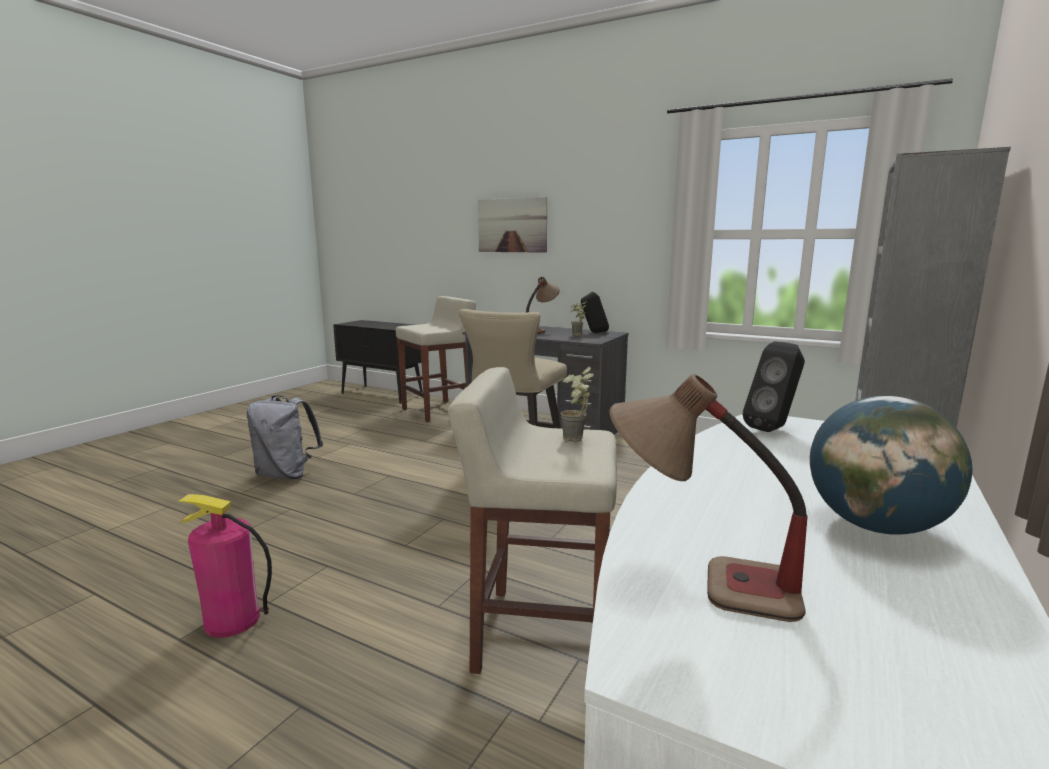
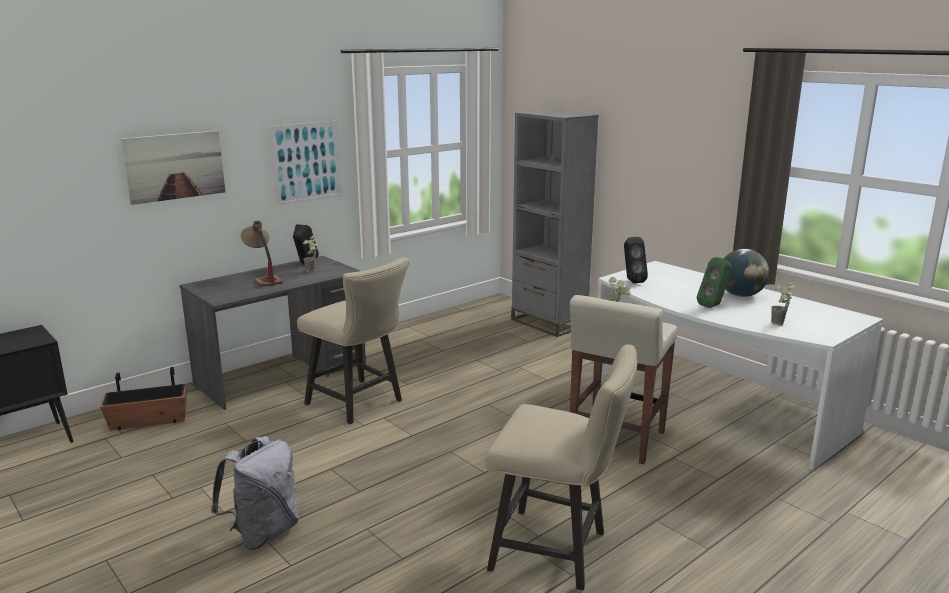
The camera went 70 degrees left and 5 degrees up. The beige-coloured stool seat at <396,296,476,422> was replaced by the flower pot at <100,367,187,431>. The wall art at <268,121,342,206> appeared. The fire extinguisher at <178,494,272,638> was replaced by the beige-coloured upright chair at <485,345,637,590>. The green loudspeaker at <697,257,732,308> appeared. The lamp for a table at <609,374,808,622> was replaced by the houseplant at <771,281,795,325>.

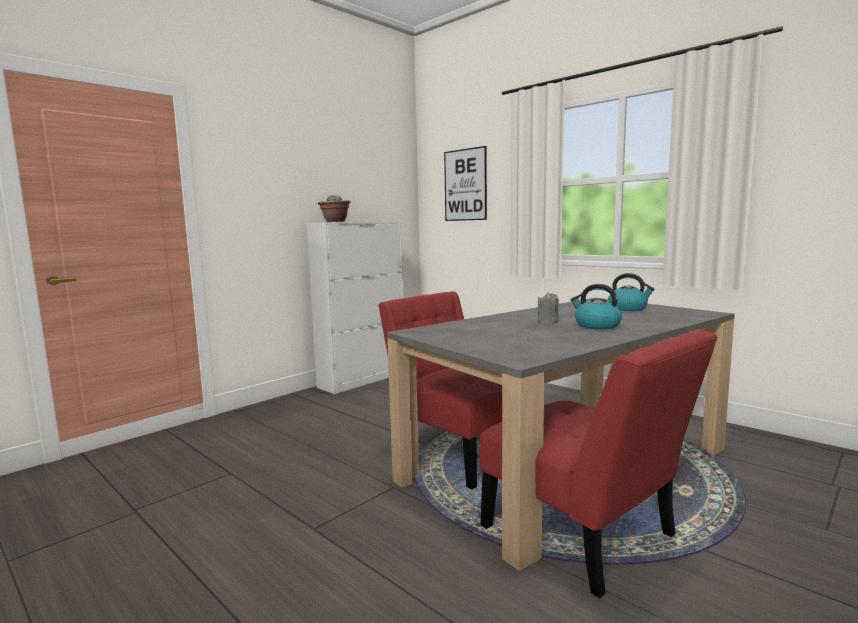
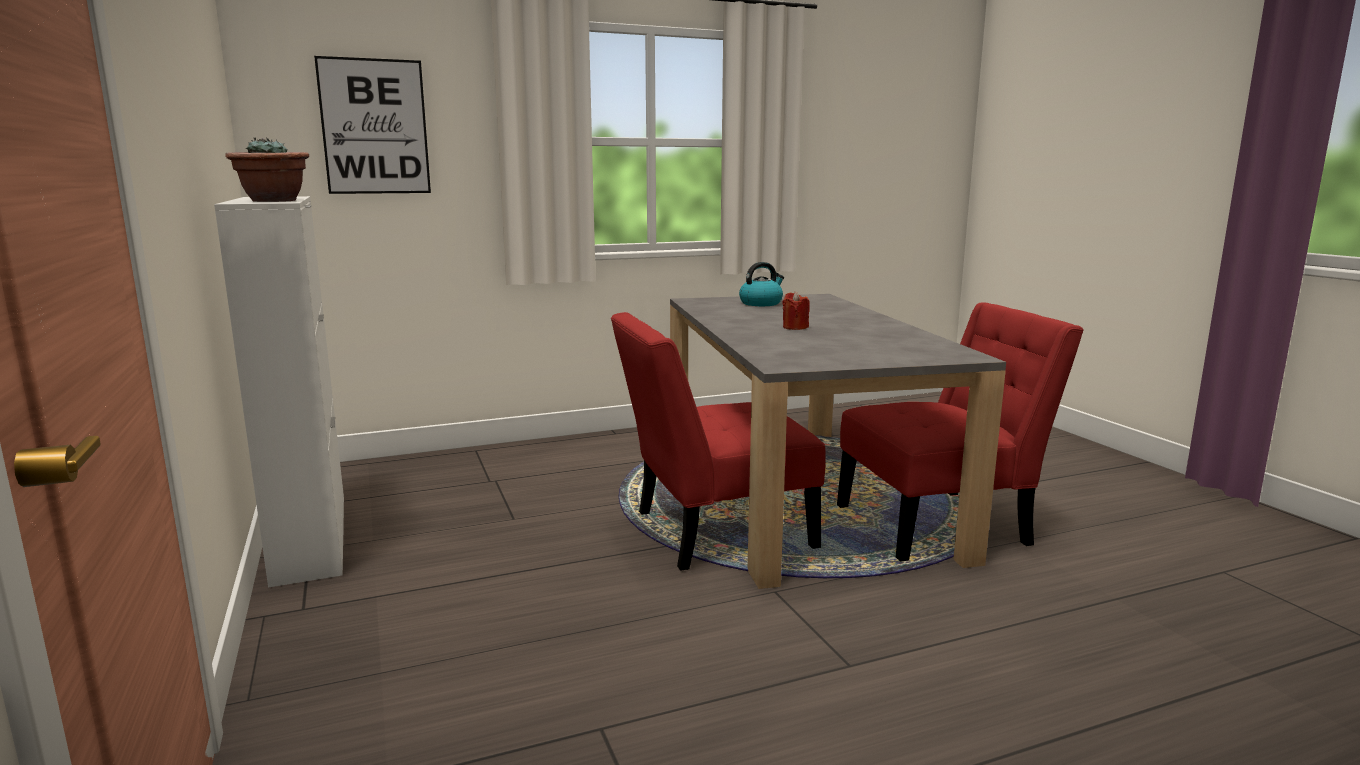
The camera went 65 degrees left and 5 degrees up. The grey wax light at <538,292,559,324> became the reddish wax light at <782,291,810,330>. The water kettle at <571,284,622,329> disappeared.

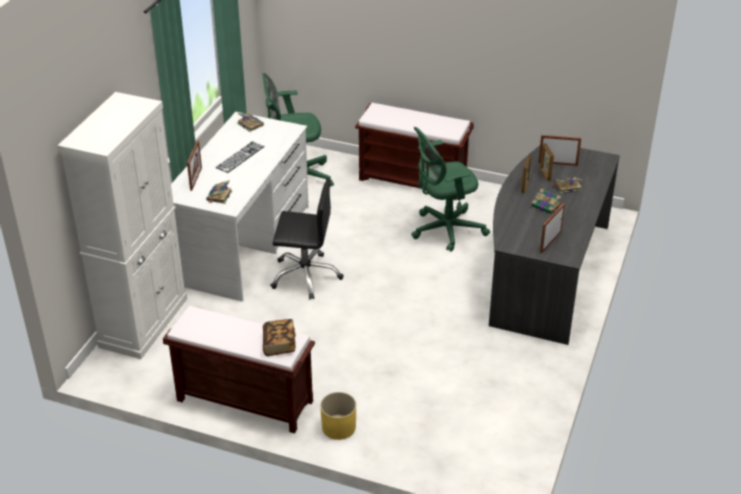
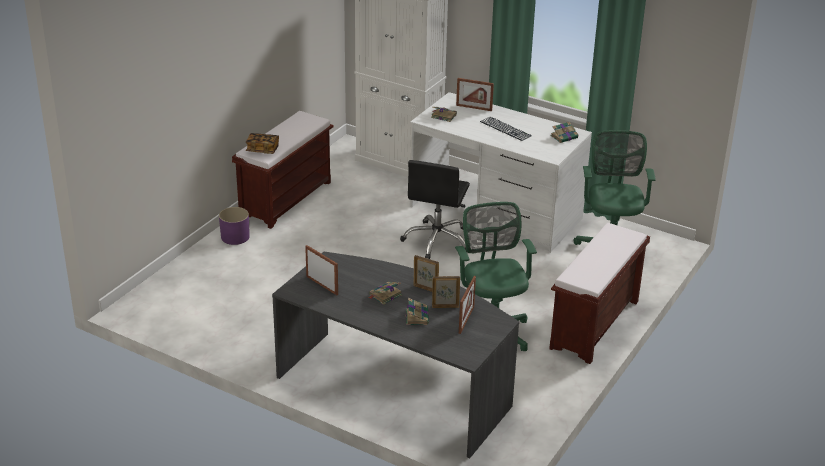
The camera went 100 degrees right and 5 degrees down. The yellow-coloured flower pot at <320,392,356,440> became the purple-coloured flower pot at <219,207,250,245>.

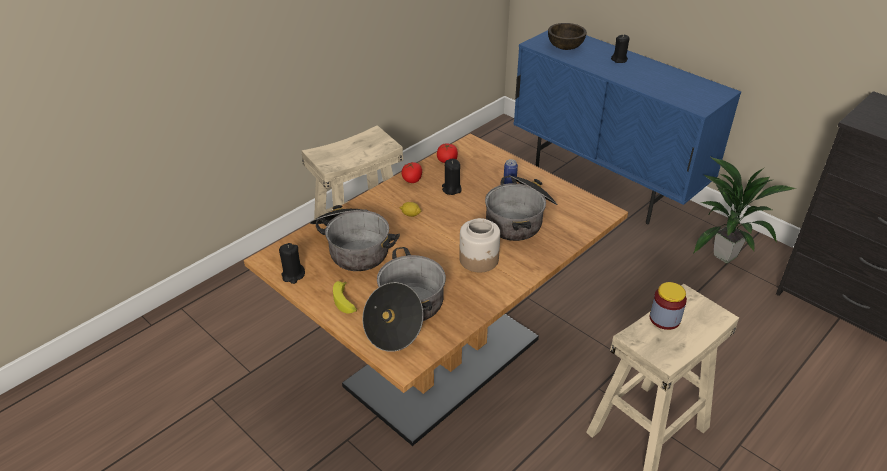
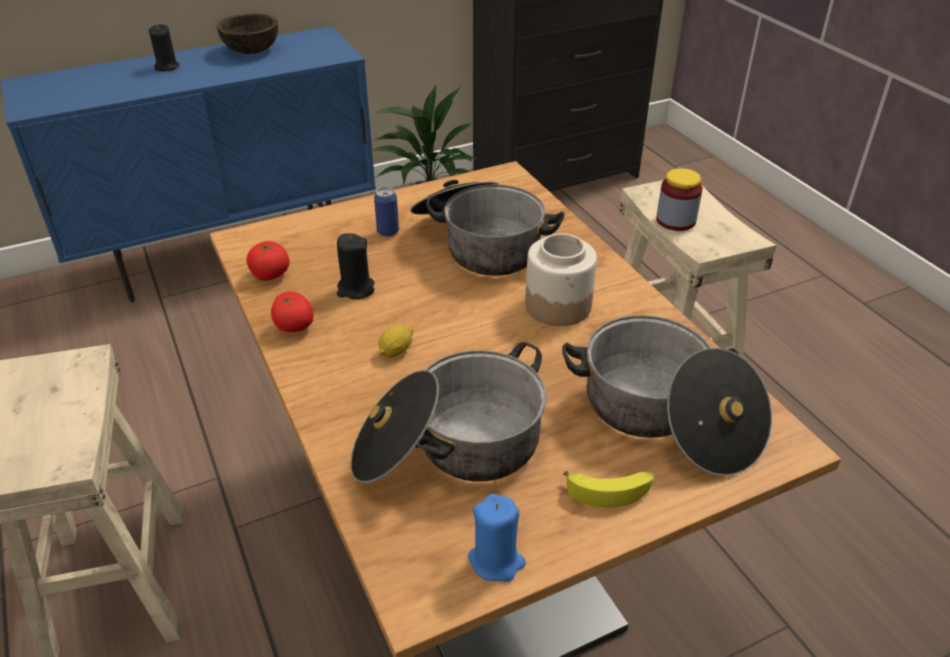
The camera went 70 degrees left and 0 degrees up. The brown-coloured deep dish moved from <548,23,587,50> to <216,13,278,54>. The blackish wax light at <279,243,305,284> became the blue-coloured wax light at <468,494,526,582>.

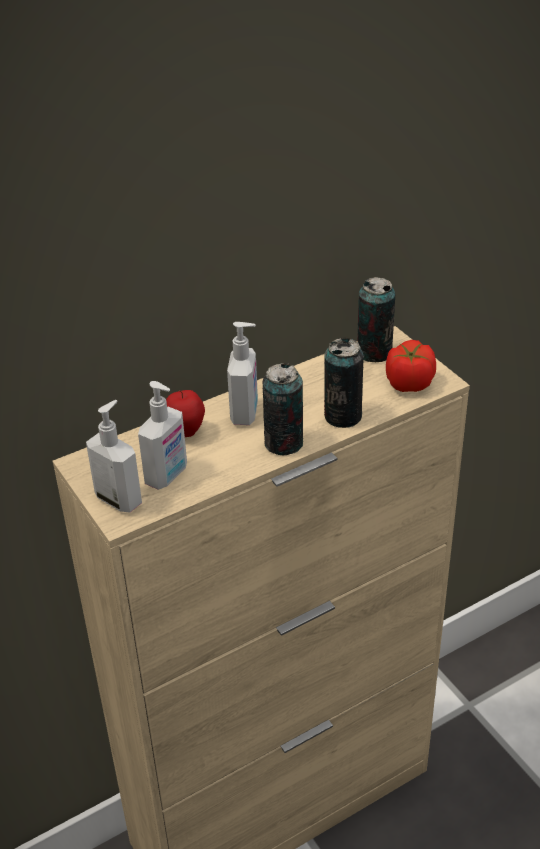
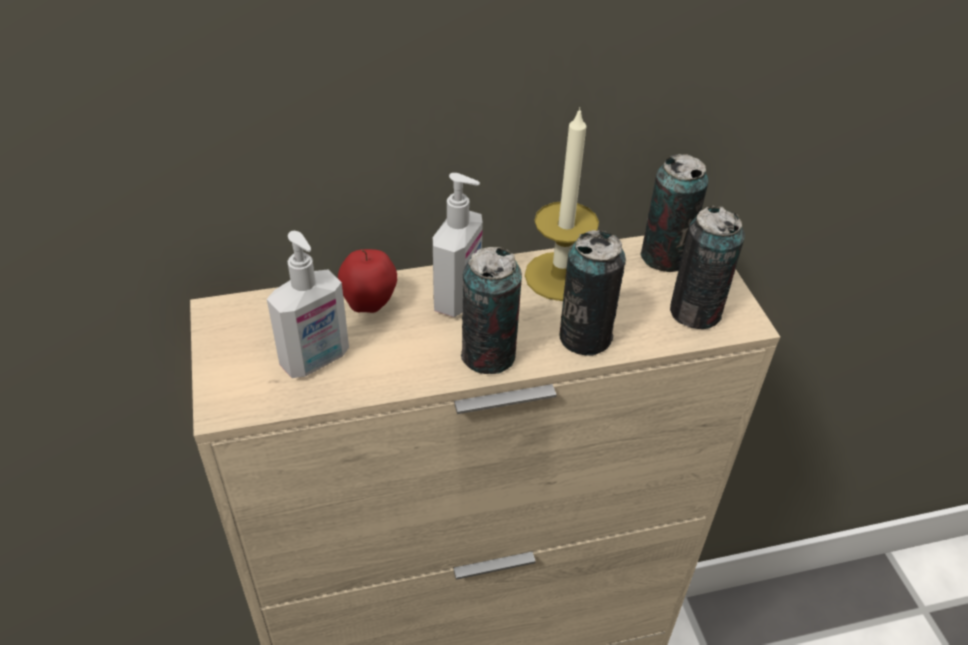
The camera went 15 degrees right and 5 degrees up. The wax light at <525,107,599,301> appeared. The whole tomato at <386,340,436,392> was replaced by the sealed can at <670,206,745,329>. The soap dispenser at <86,400,142,512> disappeared.

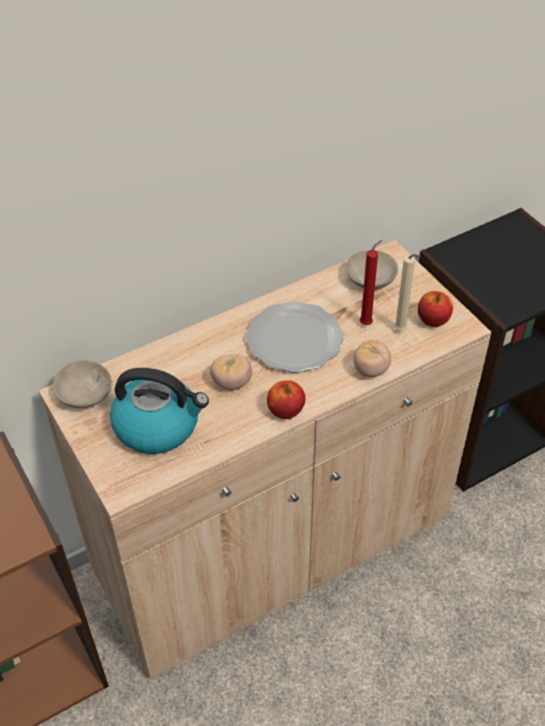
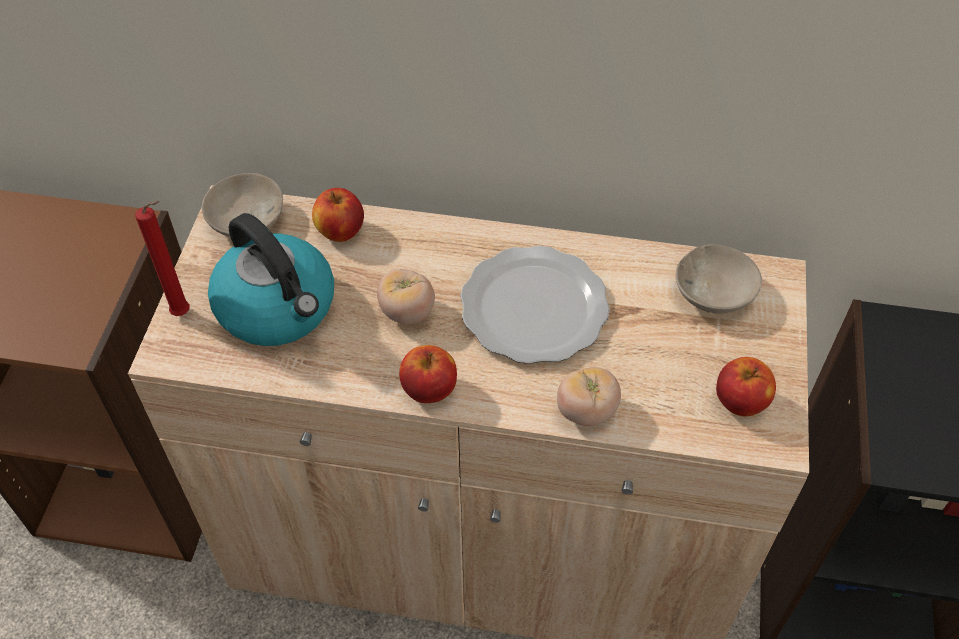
The camera went 40 degrees right and 5 degrees up. The reddish wax light moved from <360,240,382,325> to <135,201,190,316>. The apple fruit at <312,188,364,242> appeared. The beige-coloured wax light at <394,254,420,331> disappeared.

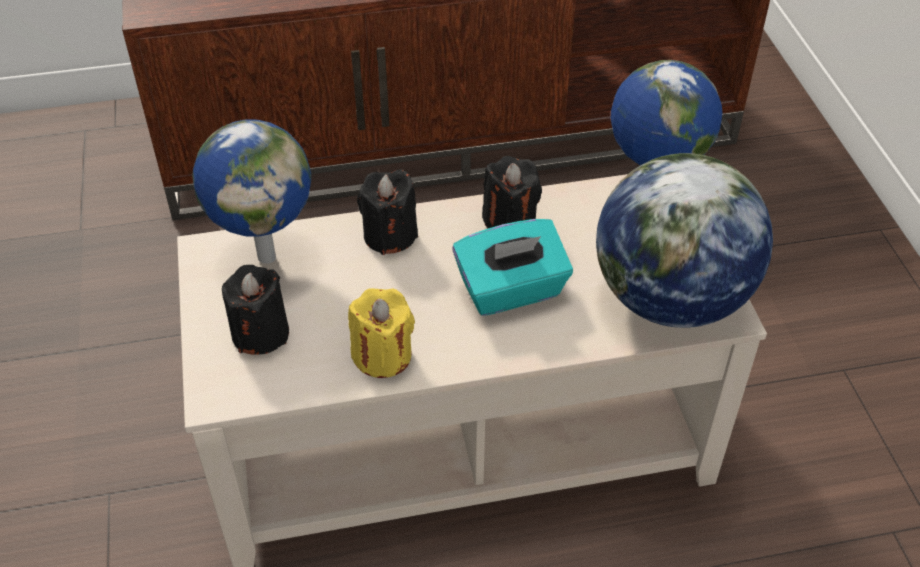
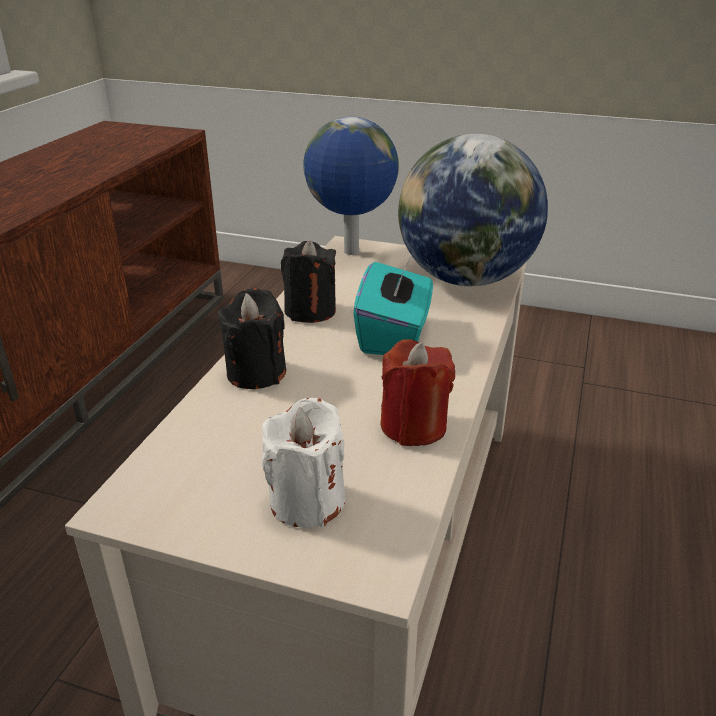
The camera went 60 degrees left and 15 degrees down. The blackish wax light at <222,265,289,355> became the whitish wax light at <262,398,345,528>. The yellow-coloured wax light at <348,288,415,378> became the reddish wax light at <381,339,455,446>. The desk globe at <192,119,311,264> disappeared.

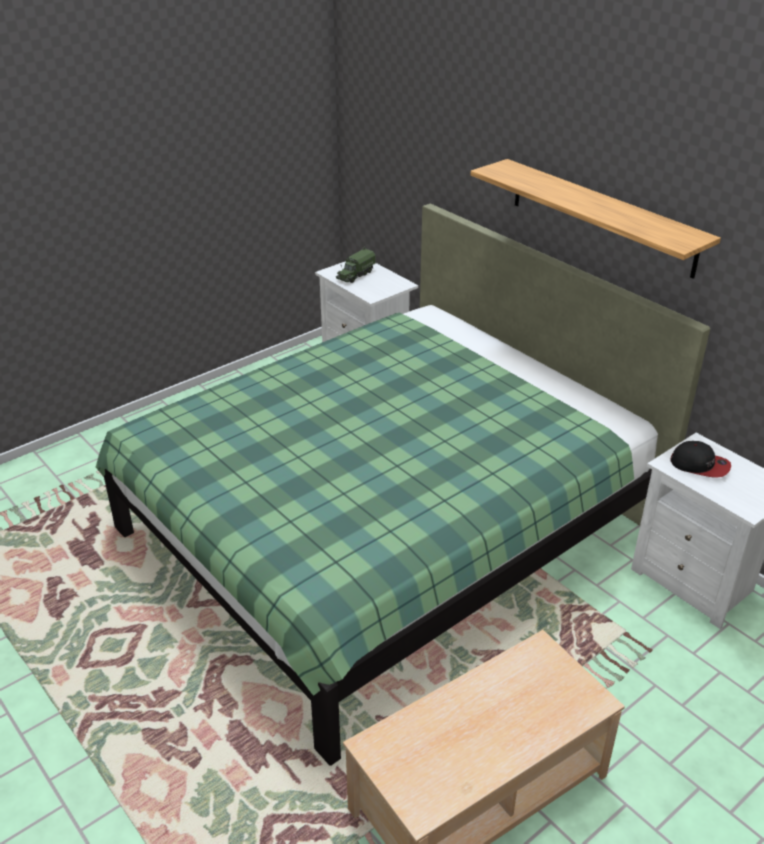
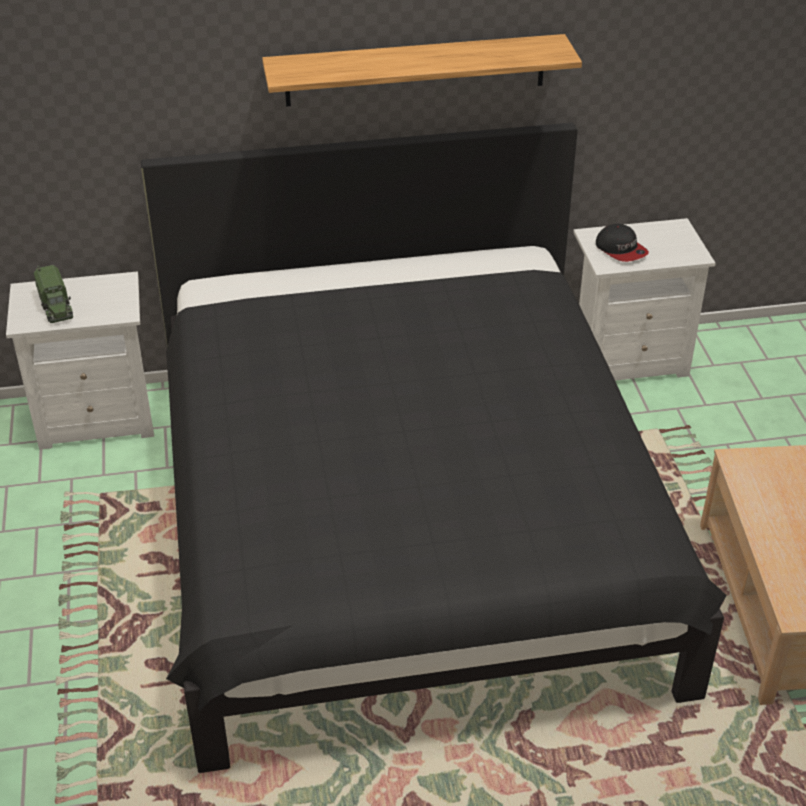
The camera went 60 degrees left and 5 degrees up. The green bed at <96,203,710,766> became the blackish bed at <141,123,727,773>. The cap at <670,441,731,478> turned 90 degrees clockwise.

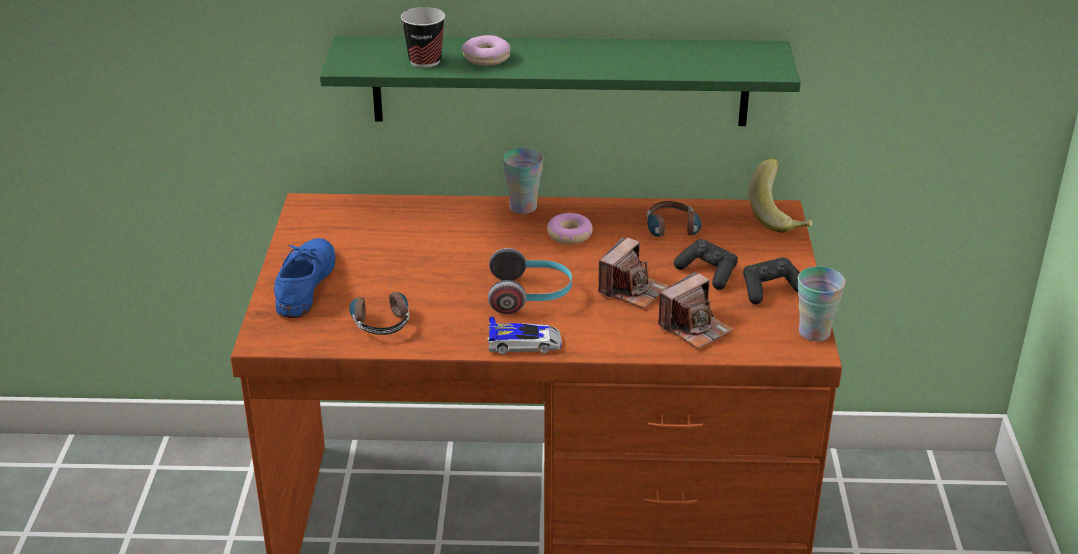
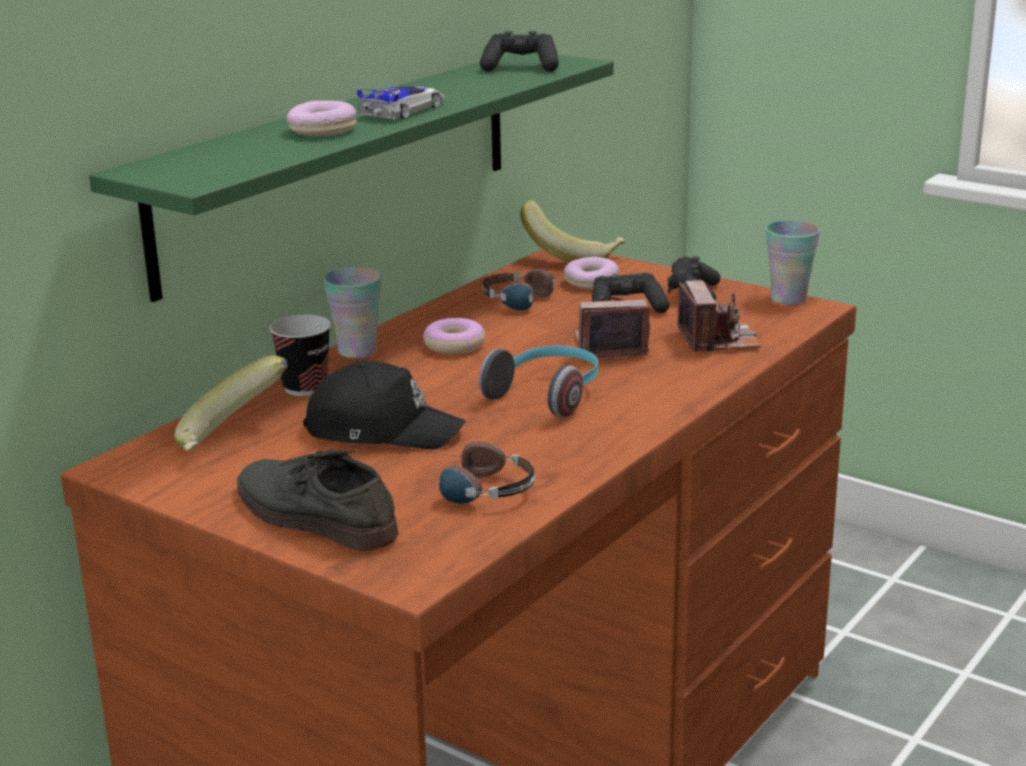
The camera went 55 degrees left and 10 degrees down. The whole banana at <174,355,288,451> appeared. The blue-coloured item of footwear at <274,238,336,318> became the grey item of footwear at <237,449,398,551>. The small cup moved from <401,7,445,68> to <270,315,331,396>. The blackish cap at <303,361,466,450> appeared. The toy car moved from <487,317,562,354> to <357,86,445,119>. The blackish game controller at <480,31,559,72> appeared. The ring doughnut at <564,257,619,290> appeared. The photo camera at <598,237,669,309> turned 75 degrees counterclockwise.

